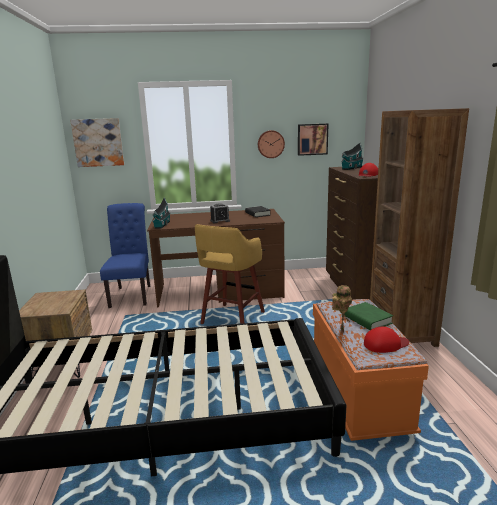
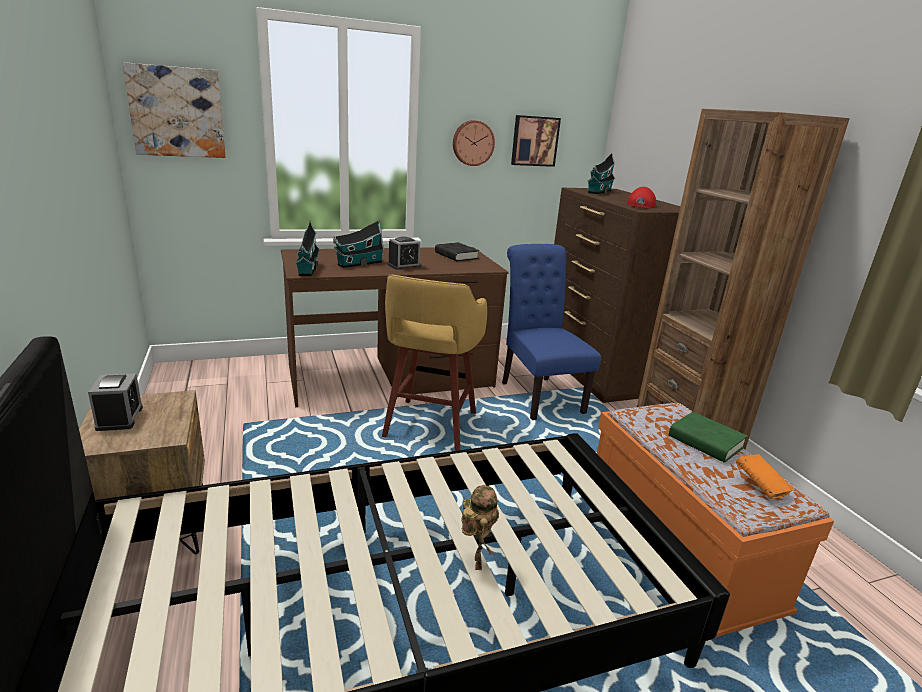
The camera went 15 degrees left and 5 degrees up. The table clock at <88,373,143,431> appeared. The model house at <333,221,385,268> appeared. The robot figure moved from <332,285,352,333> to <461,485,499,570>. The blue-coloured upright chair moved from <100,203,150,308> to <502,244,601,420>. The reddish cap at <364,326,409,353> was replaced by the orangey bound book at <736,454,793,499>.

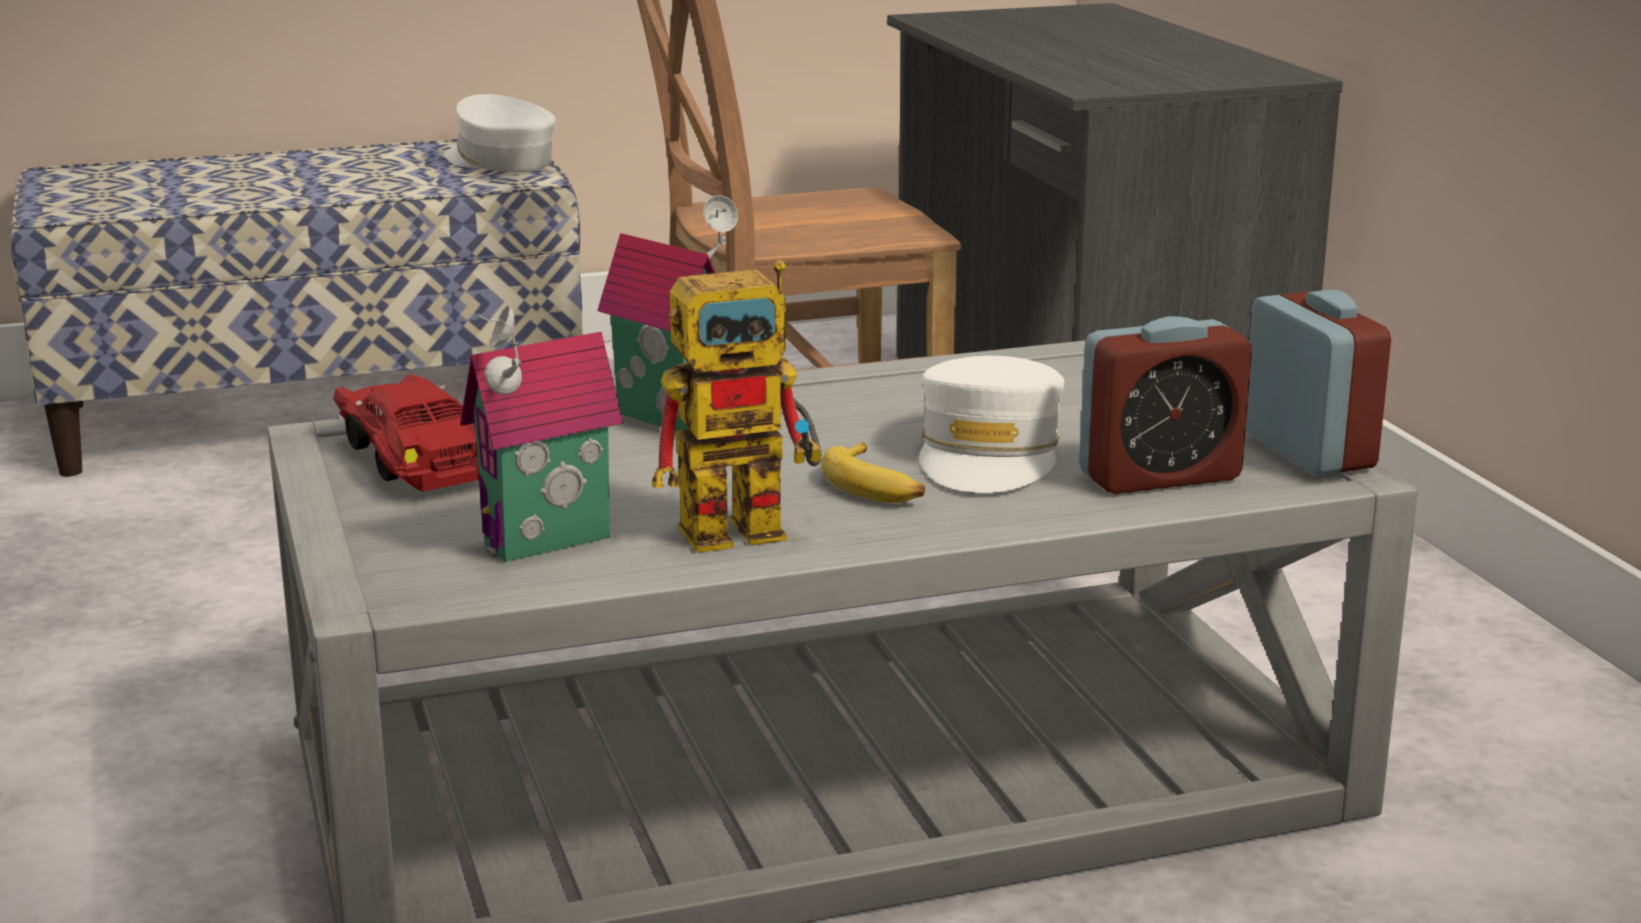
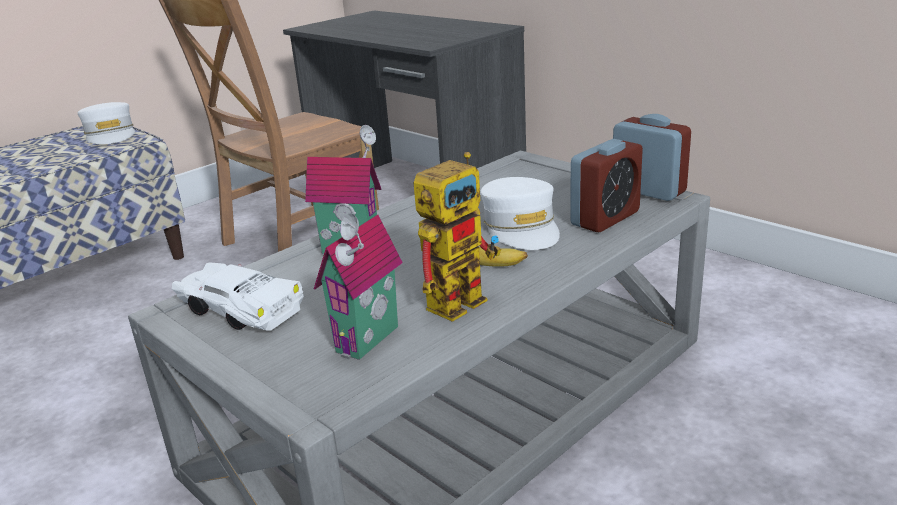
The camera went 25 degrees left and 5 degrees up. The whitish cap at <444,94,556,172> turned 135 degrees counterclockwise. The reddish toy car at <333,374,479,492> became the whitish toy car at <172,262,304,331>.

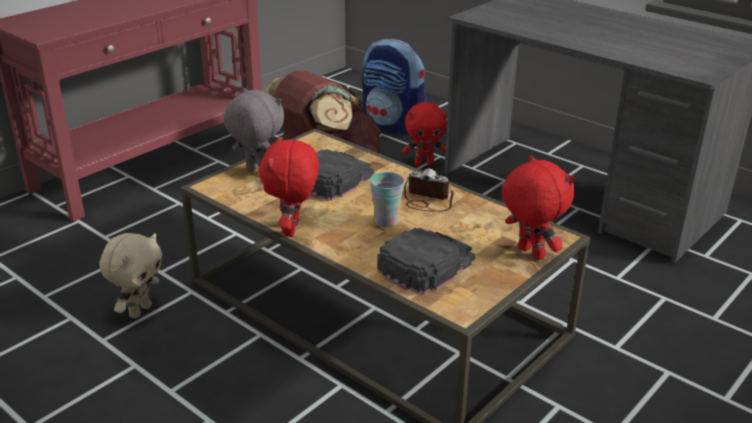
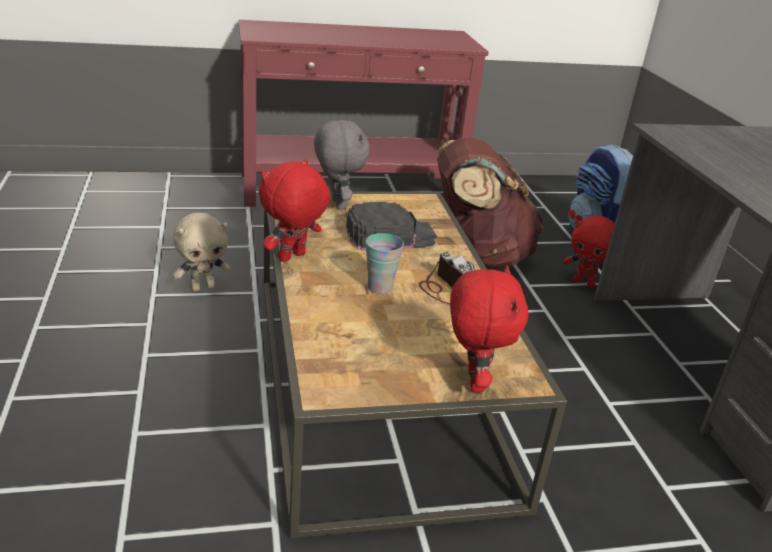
The camera went 35 degrees right and 0 degrees up. The blackish cap at <377,228,475,295> disappeared.

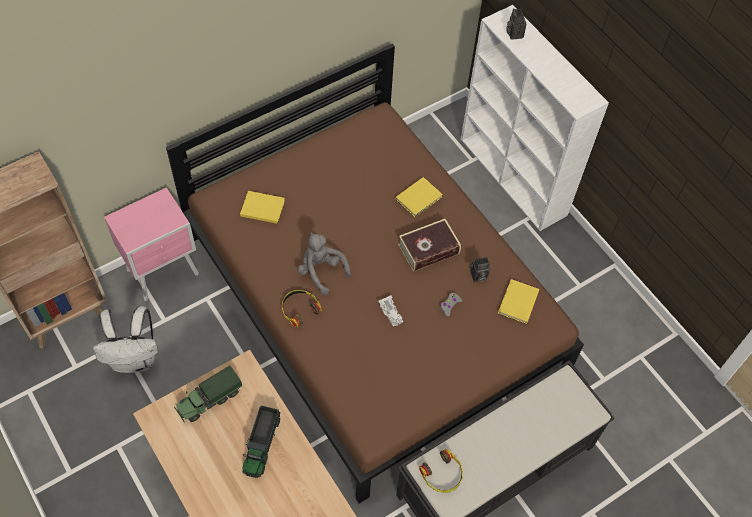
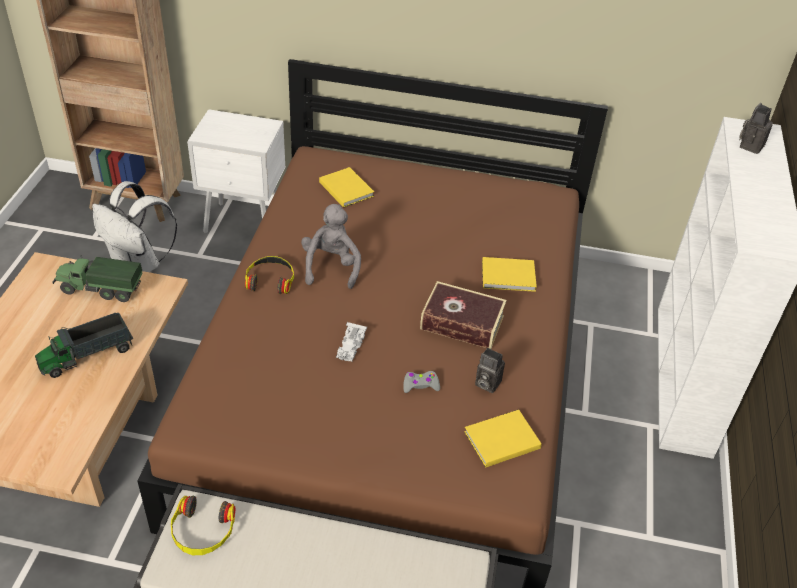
The camera went 45 degrees right and 15 degrees down. The pinkish nightstand at <104,187,199,301> became the whitish nightstand at <187,109,285,233>.

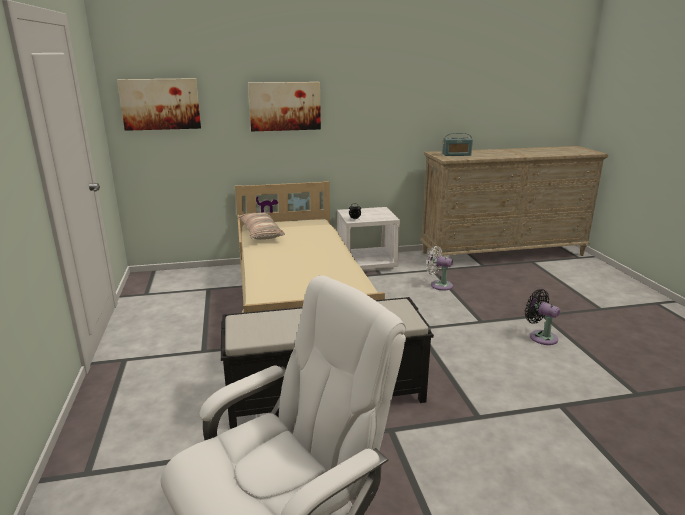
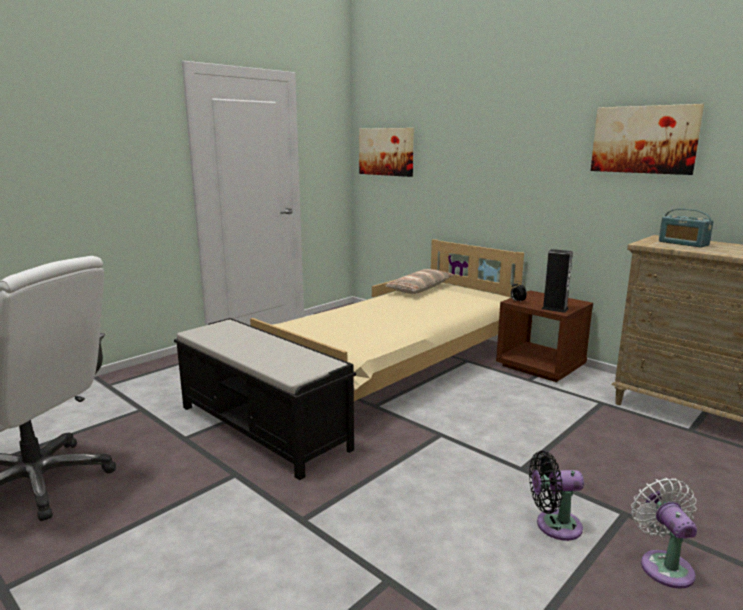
The camera went 55 degrees right and 5 degrees down. The whitish nightstand at <337,207,400,272> became the brown-coloured nightstand at <496,290,593,382>. The blackish cooling fan at <525,289,560,345> turned 105 degrees counterclockwise. The loudspeaker at <542,249,573,313> appeared. The wall art moved from <248,82,321,131> to <591,104,704,175>. The whitish cooling fan moved from <426,246,453,291> to <631,478,697,589>.

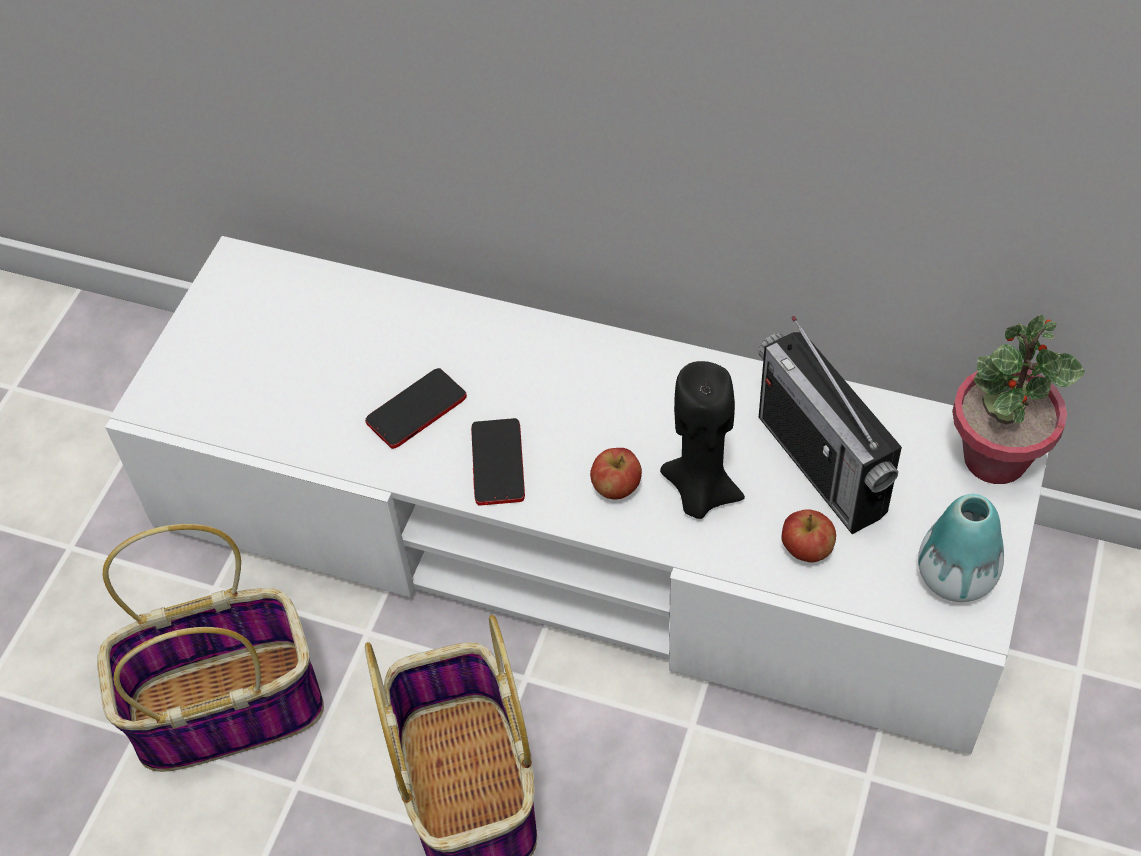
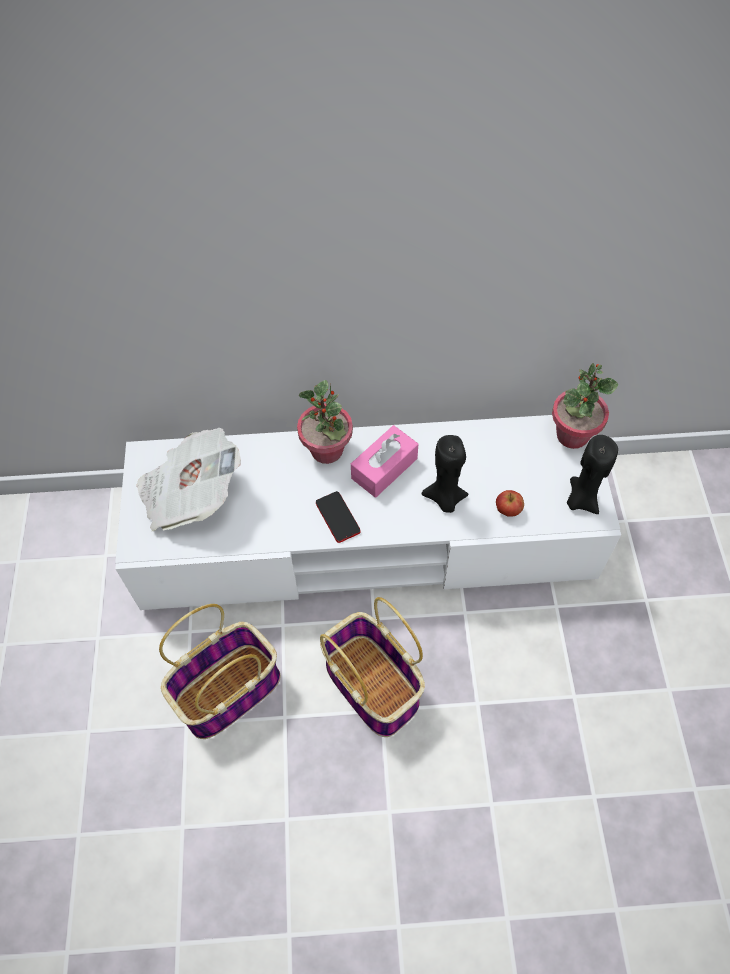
The camera went 25 degrees left and 5 degrees up. The printed paper at <136,428,241,531> appeared. The houseplant at <297,380,353,464> appeared. The pinkish tissue box at <351,425,418,498> appeared. The vase at <918,494,1004,602> was replaced by the blackish wax light at <567,435,618,514>. The phone at <365,368,467,449> disappeared. The apple fruit at <590,448,642,500> disappeared. The radio set at <758,316,902,534> disappeared.

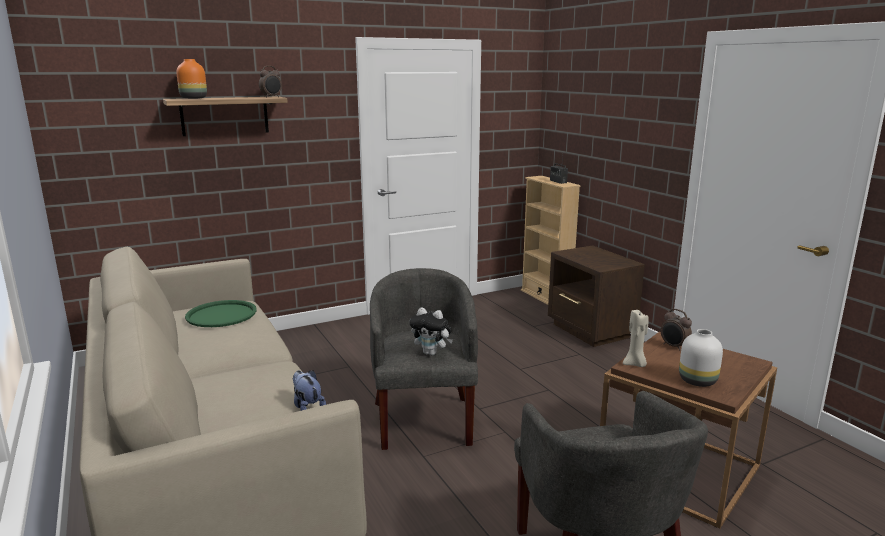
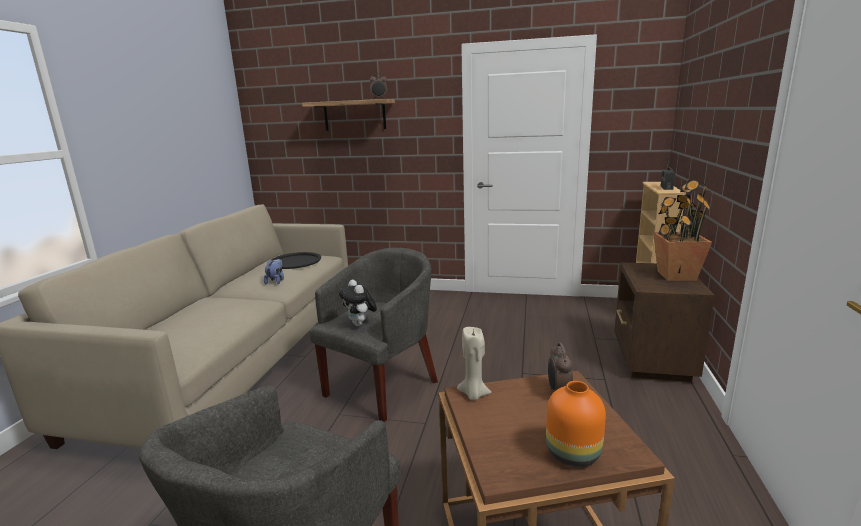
The camera went 40 degrees right and 0 degrees up. The soft toy moved from <292,370,326,411> to <264,259,284,284>. The green tray at <185,300,257,327> became the blackish tray at <271,252,321,269>. The orangey vase moved from <177,59,207,99> to <546,381,606,467>. The houseplant at <653,180,713,281> appeared. The whitish vase at <679,329,723,387> disappeared.

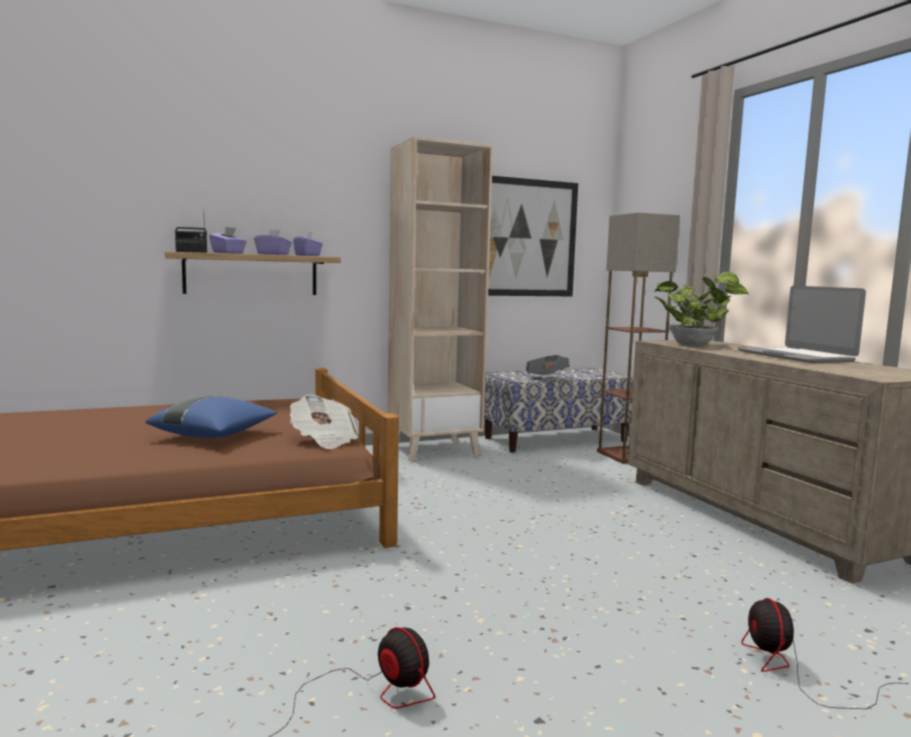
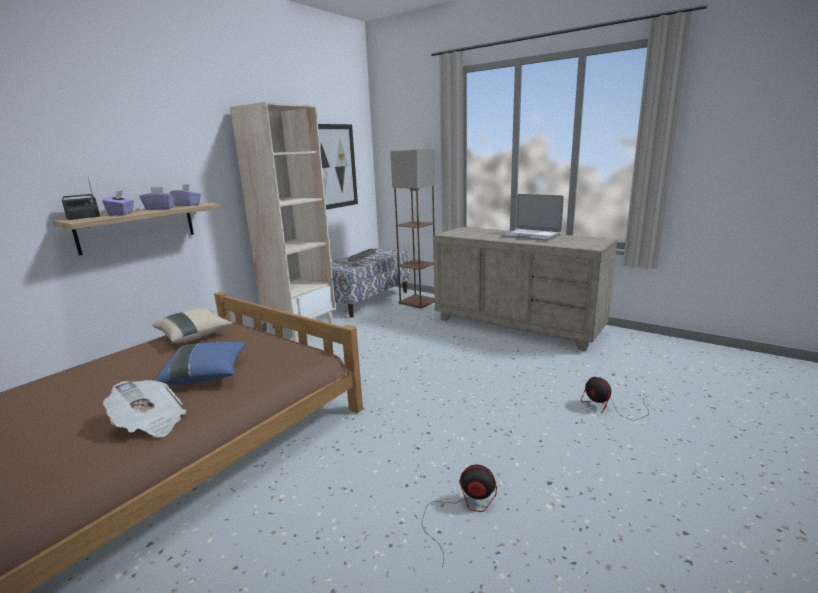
The camera went 30 degrees left and 10 degrees up. The printed paper moved from <290,395,358,449> to <103,380,187,438>. The beige-coloured pillow at <153,309,233,343> appeared. The houseplant at <654,272,749,346> disappeared.

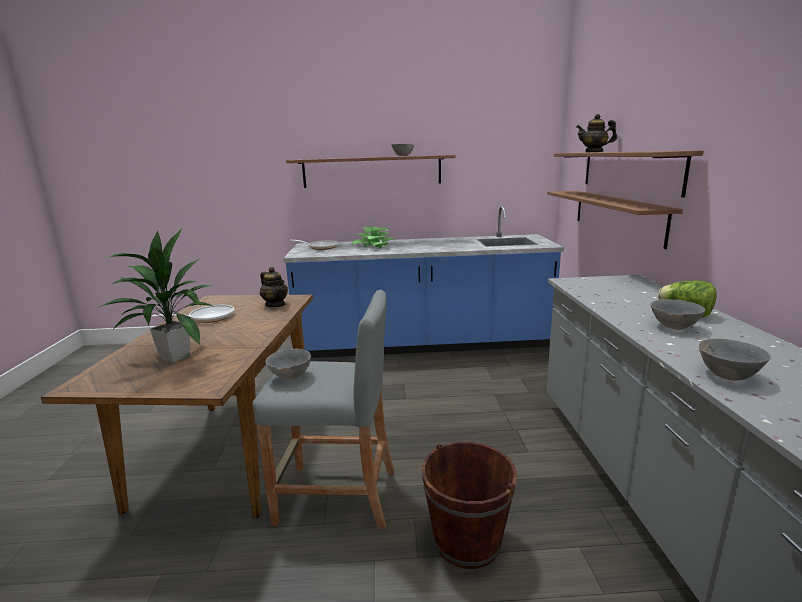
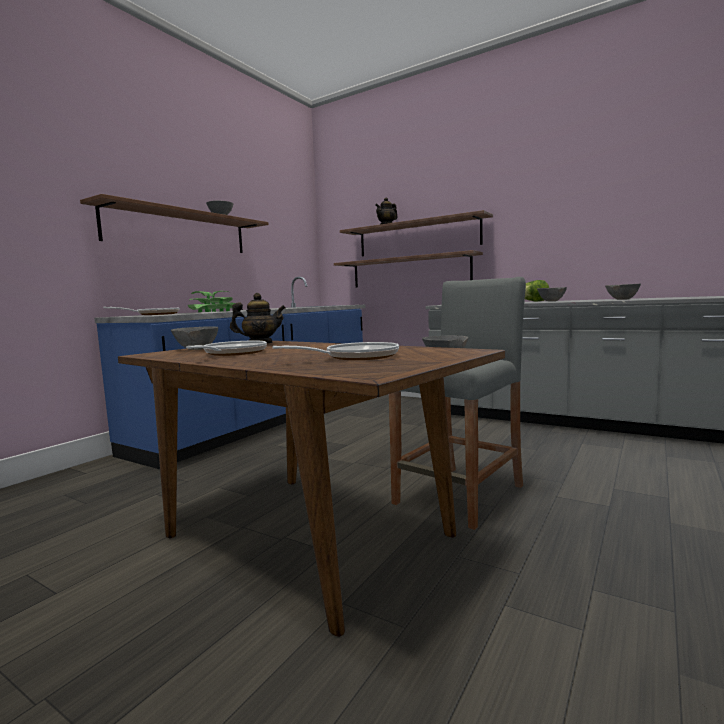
The camera went 55 degrees left and 10 degrees down. The grey deep dish at <171,327,218,350> appeared. The houseplant at <97,227,215,363> was replaced by the frying pan at <272,342,399,360>. The brown-coloured pail at <422,442,517,569> disappeared.

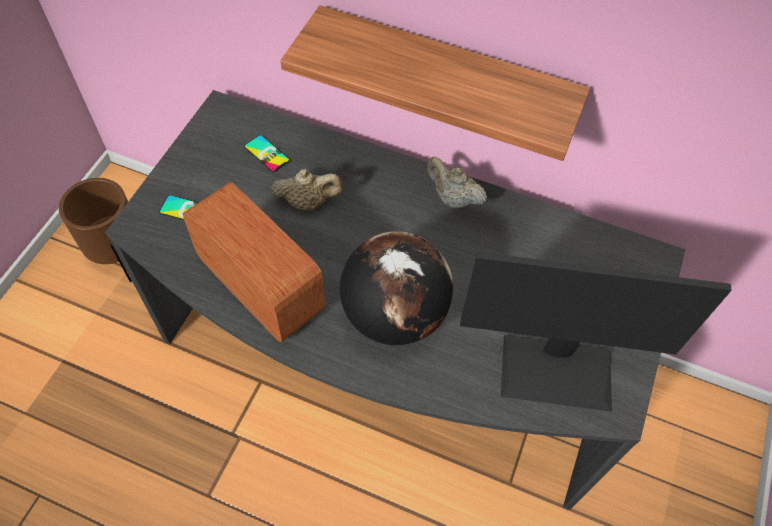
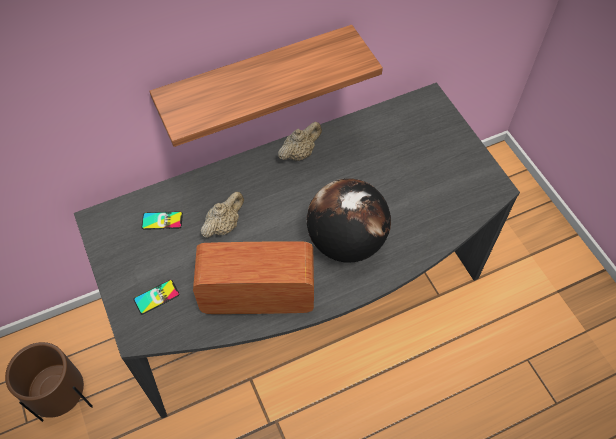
The camera went 45 degrees left and 0 degrees up. The beige-coloured tea pot at <426,157,487,208> turned 150 degrees clockwise. The computer display at <460,252,732,412> disappeared.

